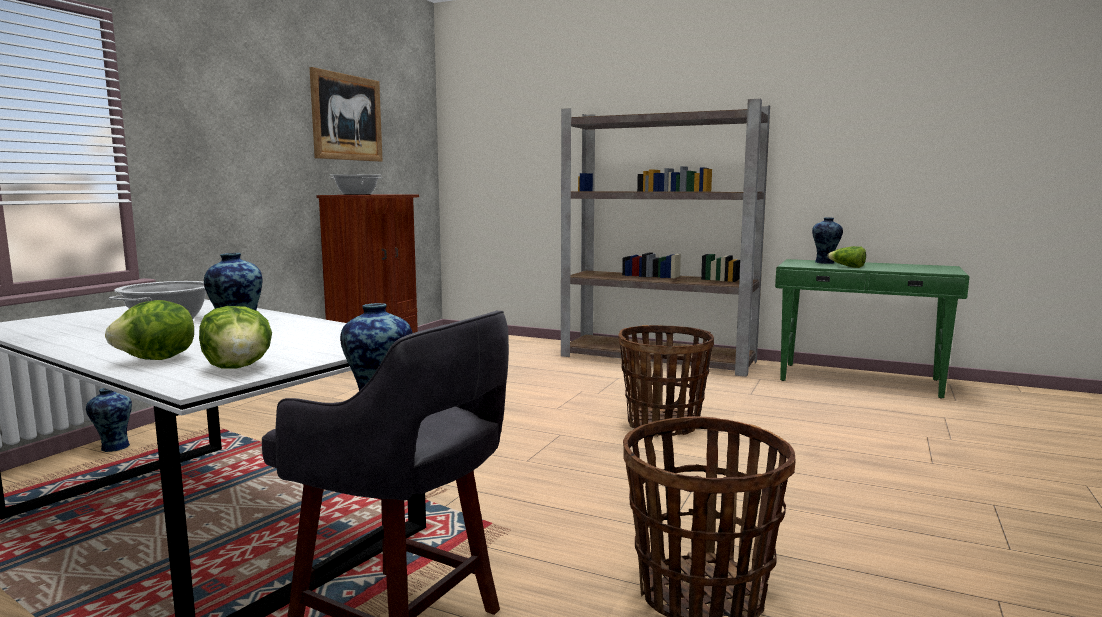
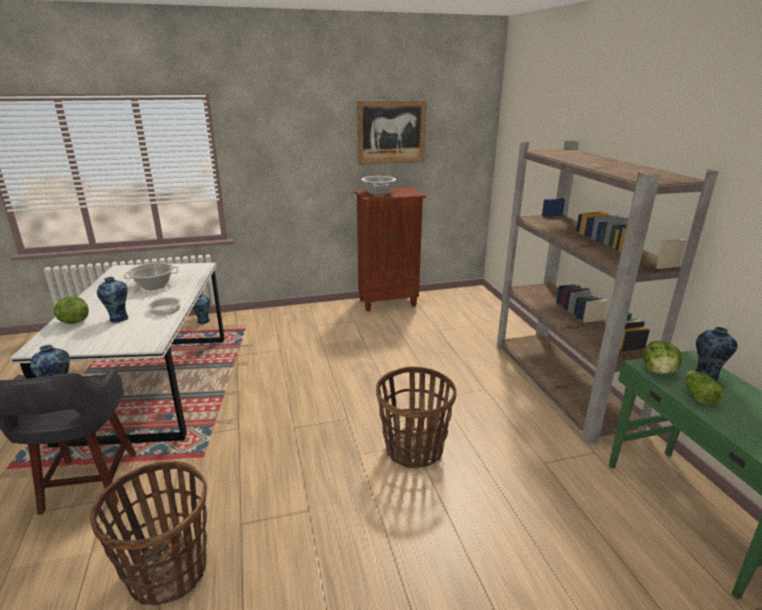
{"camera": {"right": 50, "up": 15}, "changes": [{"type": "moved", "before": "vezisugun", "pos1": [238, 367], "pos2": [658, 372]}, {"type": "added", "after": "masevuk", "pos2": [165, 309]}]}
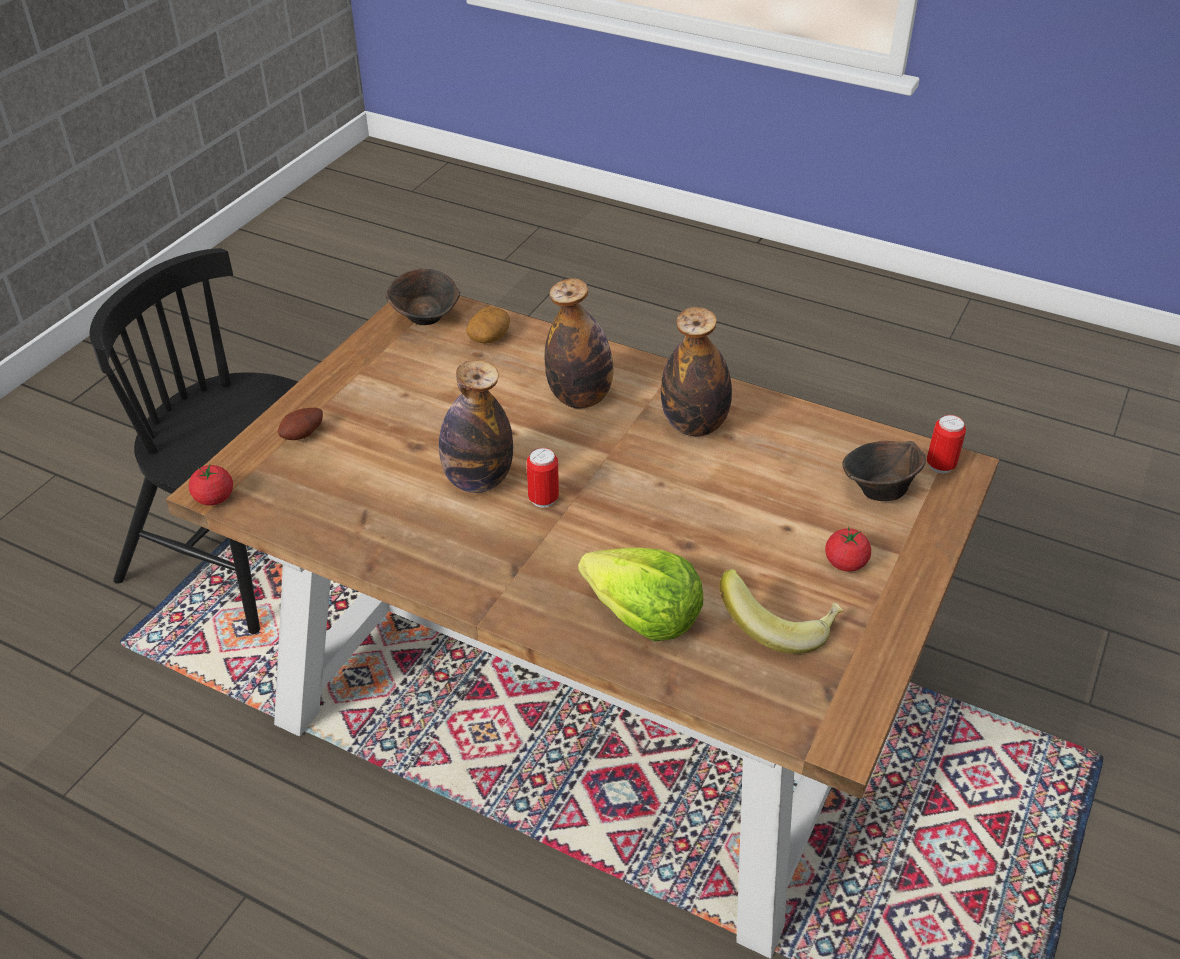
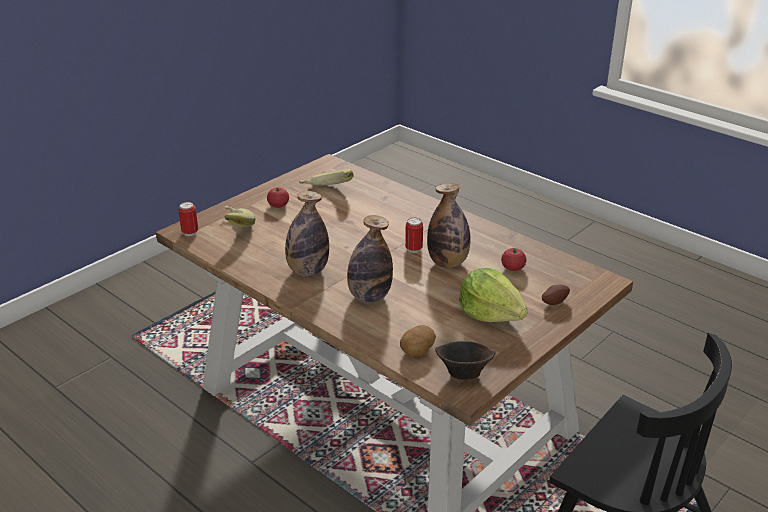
{"camera": {"right": -165, "up": -10}, "changes": [{"type": "replaced", "before": "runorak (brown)", "after": "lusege", "pos1": [878, 490], "pos2": [234, 228]}, {"type": "moved", "before": "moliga", "pos1": [214, 498], "pos2": [513, 268]}, {"type": "moved", "before": "vezisugun", "pos1": [643, 616], "pos2": [490, 313]}]}
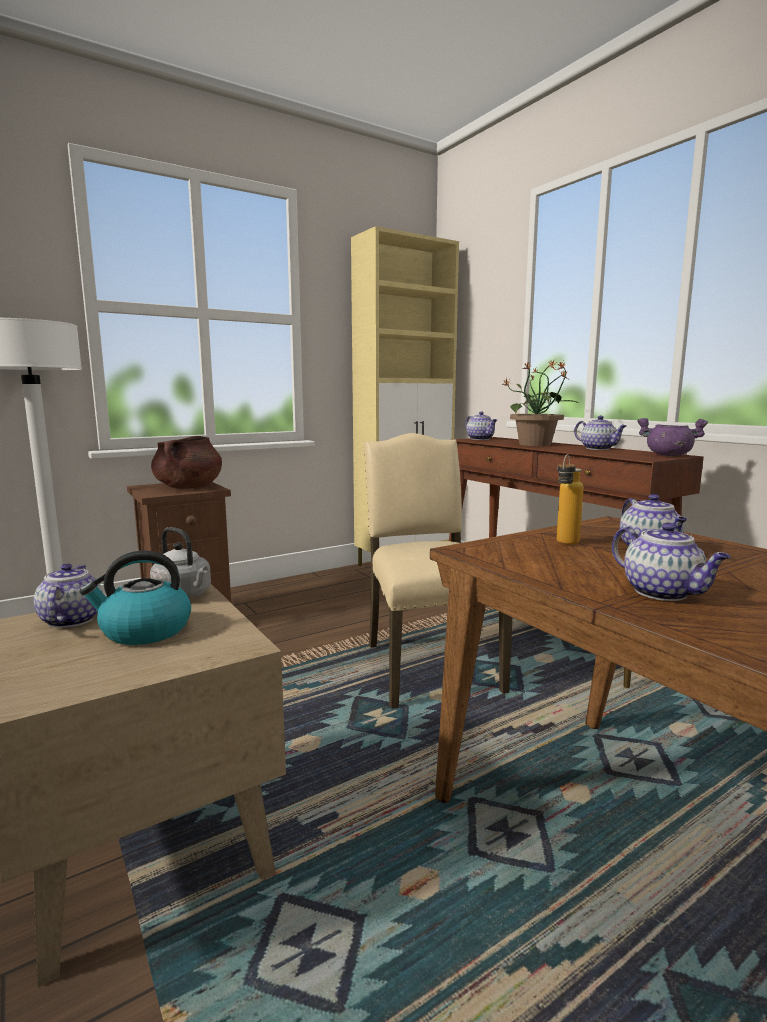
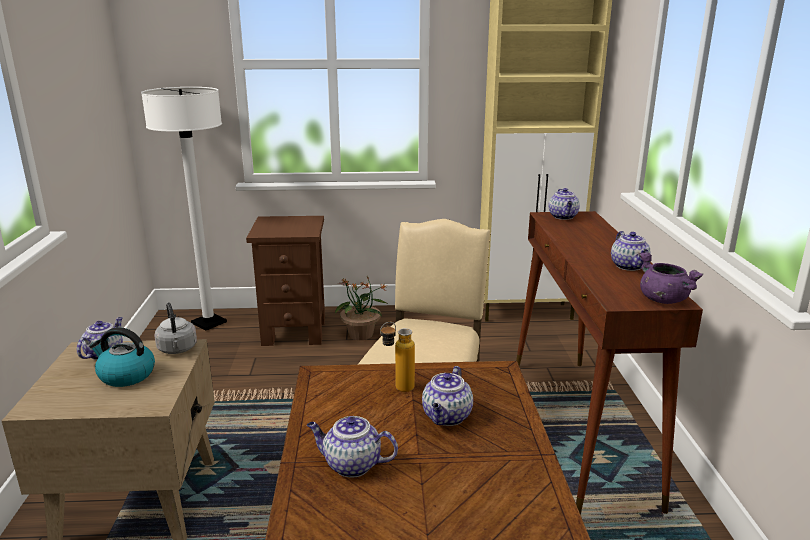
{"camera": {"right": 30, "up": 10}, "changes": [{"type": "moved", "before": "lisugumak", "pos1": [536, 444], "pos2": [361, 335]}, {"type": "removed", "before": "masevuk (brown)", "pos1": [188, 487]}, {"type": "turned", "before": "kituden", "pos1": [663, 593], "pos2": [351, 465], "turn": 105}]}
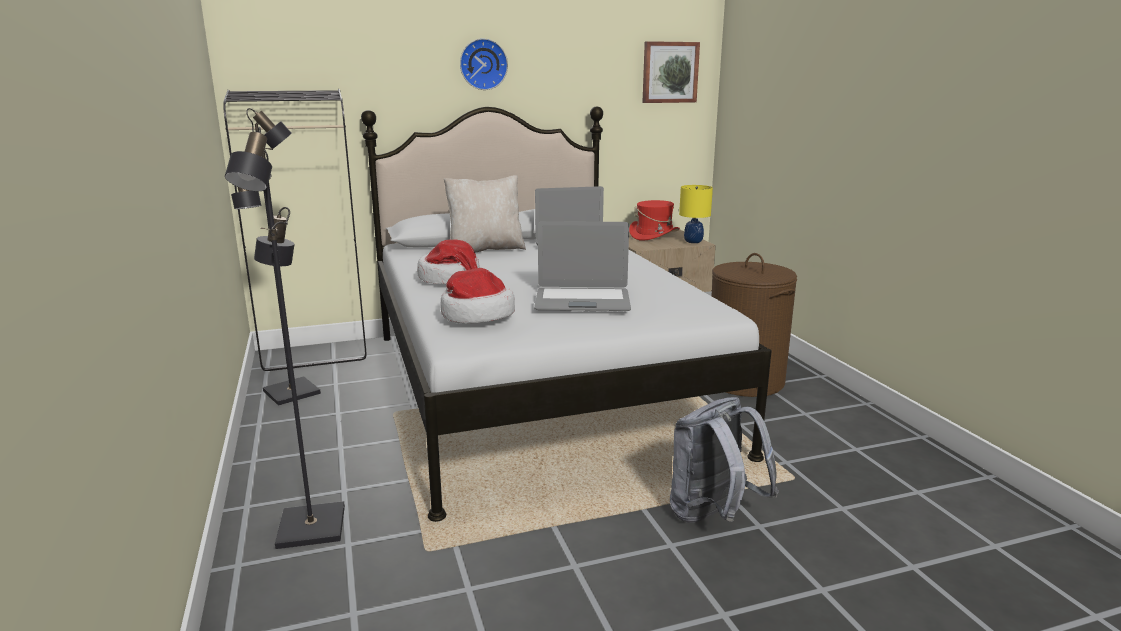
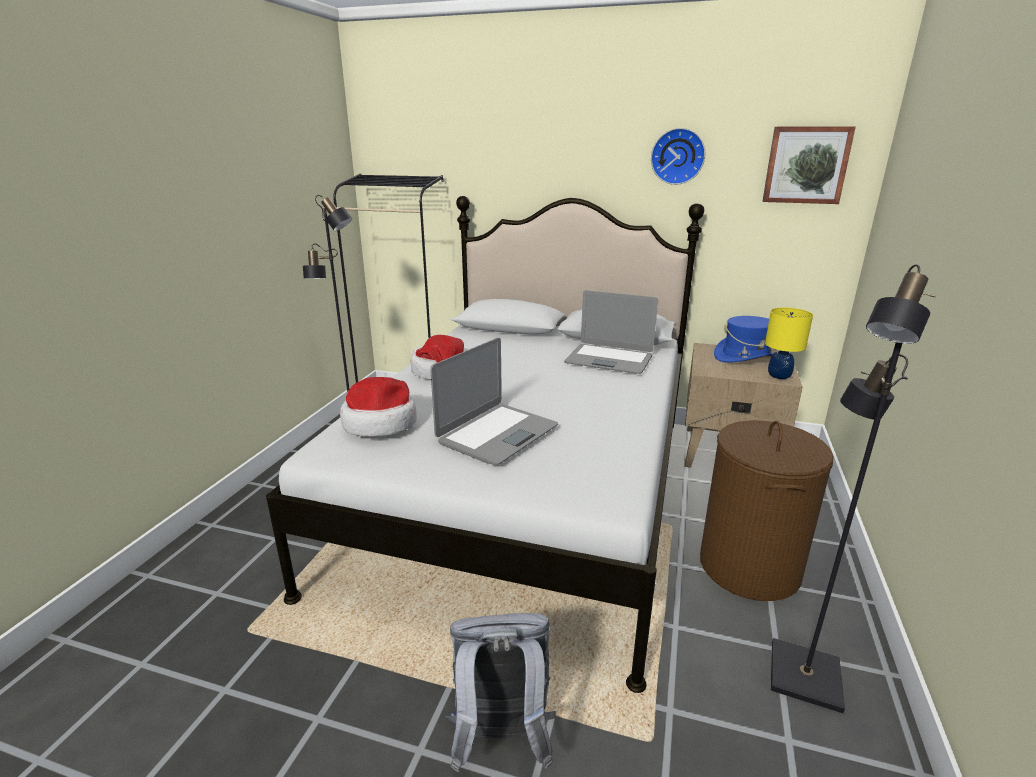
{"camera": {"right": 35, "up": 5}, "changes": [{"type": "moved", "before": "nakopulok", "pos1": [483, 64], "pos2": [677, 156]}, {"type": "moved", "before": "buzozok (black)", "pos1": [312, 526], "pos2": [805, 675]}, {"type": "removed", "before": "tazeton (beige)", "pos1": [485, 249]}, {"type": "recoloured", "before": "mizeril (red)", "after": "mizeril (blue)", "pos1": [654, 235], "pos2": [745, 357]}, {"type": "turned", "before": "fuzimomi", "pos1": [582, 301], "pos2": [497, 434], "turn": -90}]}
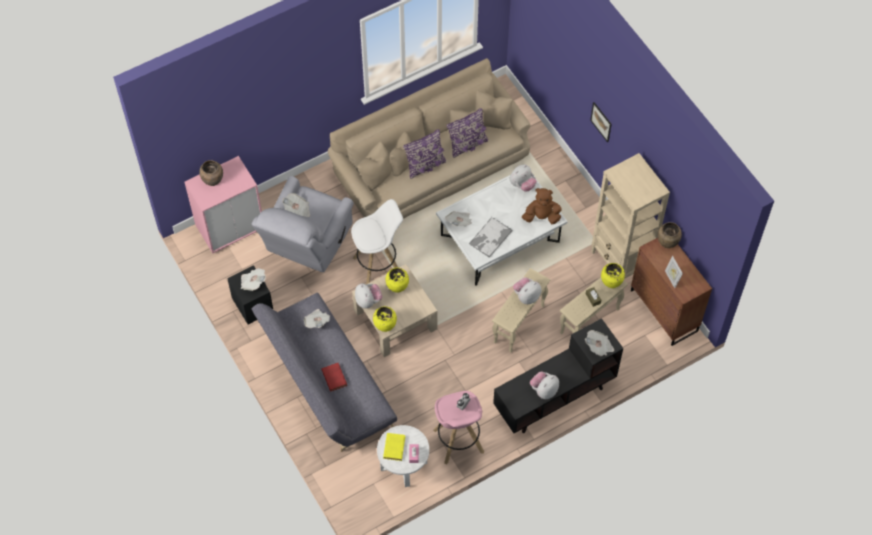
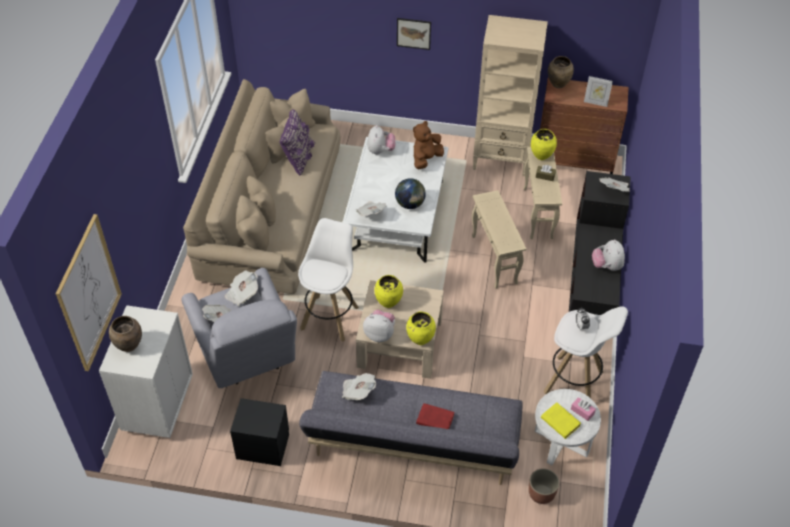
{"camera": {"right": -50, "up": -10}, "changes": [{"type": "removed", "before": "tazeton (purple)", "pos1": [425, 166]}, {"type": "recoloured", "before": "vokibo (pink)", "after": "vokibo (white)", "pos1": [231, 228], "pos2": [158, 404]}, {"type": "replaced", "before": "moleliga", "after": "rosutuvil", "pos1": [490, 238], "pos2": [410, 204]}, {"type": "moved", "before": "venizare", "pos1": [253, 283], "pos2": [242, 294]}, {"type": "removed", "before": "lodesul", "pos1": [526, 296]}, {"type": "recoloured", "before": "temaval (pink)", "after": "temaval (white)", "pos1": [458, 442], "pos2": [575, 383]}, {"type": "added", "after": "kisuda", "pos2": [89, 293]}, {"type": "added", "after": "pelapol", "pos2": [541, 493]}]}
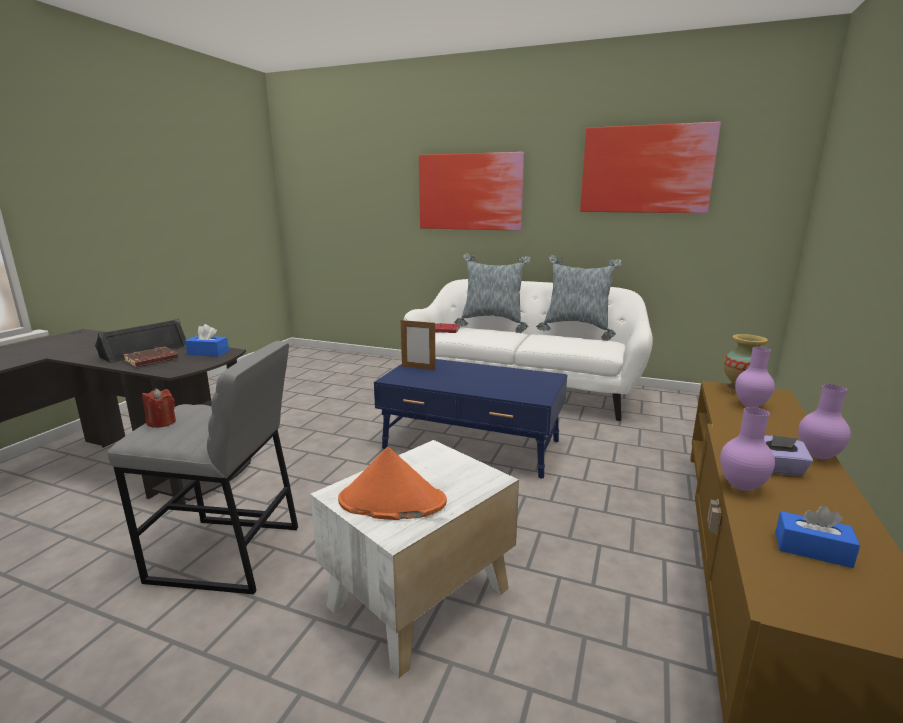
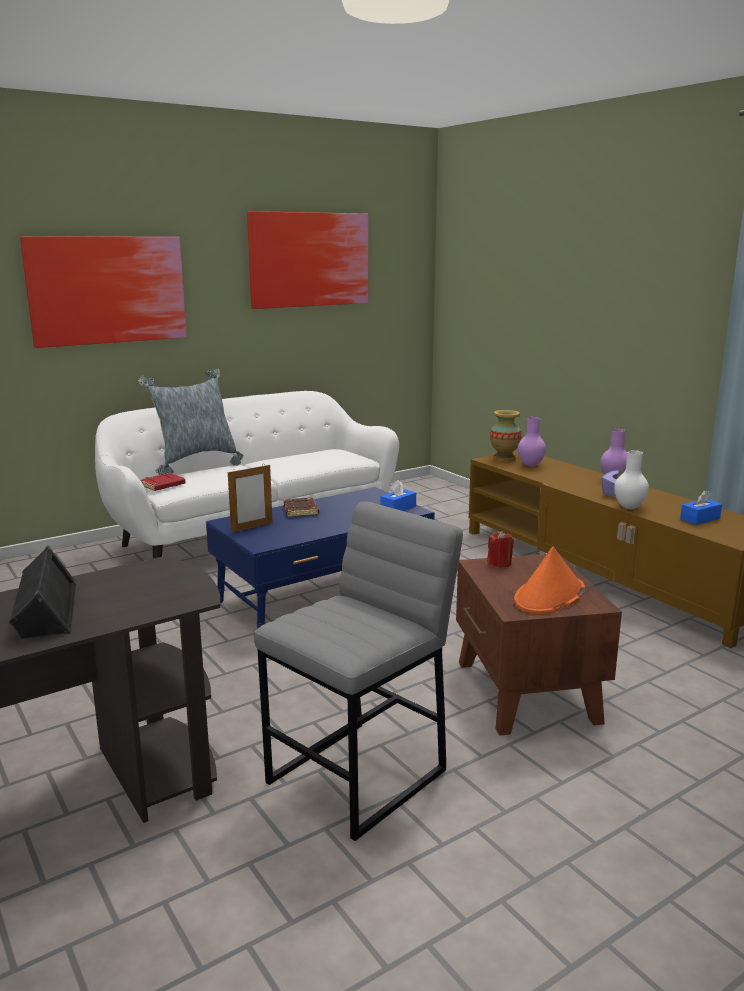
{"camera": {"right": -55, "up": 0}, "changes": [{"type": "removed", "before": "tazeton", "pos1": [576, 334]}, {"type": "moved", "before": "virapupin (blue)", "pos1": [208, 353], "pos2": [398, 508]}, {"type": "moved", "before": "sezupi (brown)", "pos1": [151, 361], "pos2": [301, 511]}, {"type": "moved", "before": "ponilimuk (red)", "pos1": [162, 422], "pos2": [499, 563]}, {"type": "recoloured", "before": "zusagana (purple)", "after": "zusagana (white)", "pos1": [742, 486], "pos2": [629, 507]}, {"type": "recoloured", "before": "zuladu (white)", "after": "zuladu (brown)", "pos1": [417, 597], "pos2": [526, 692]}]}
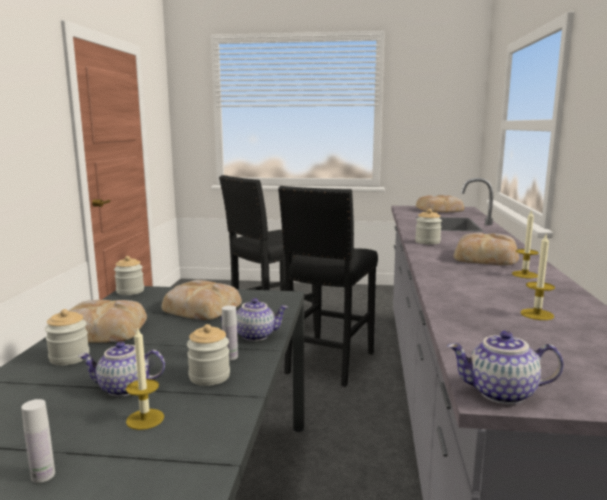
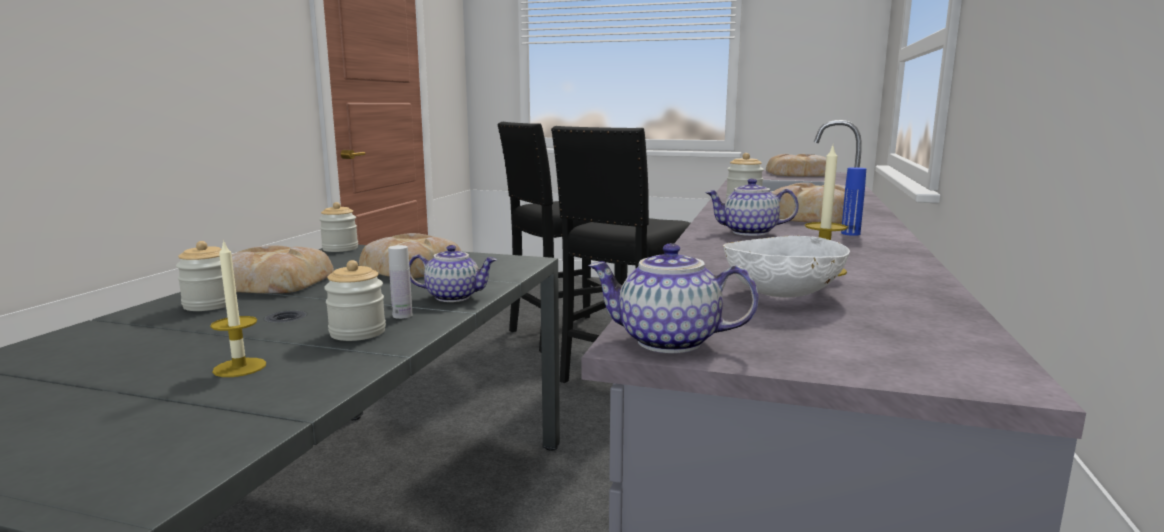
{"camera": {"right": 10, "up": 0}, "changes": [{"type": "replaced", "before": "ponilimuk", "after": "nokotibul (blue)", "pos1": [524, 274], "pos2": [850, 233]}, {"type": "moved", "before": "kituden", "pos1": [123, 389], "pos2": [749, 232]}, {"type": "removed", "before": "nokotibul (white)", "pos1": [43, 475]}, {"type": "added", "after": "runorak (white)", "pos2": [782, 293]}]}
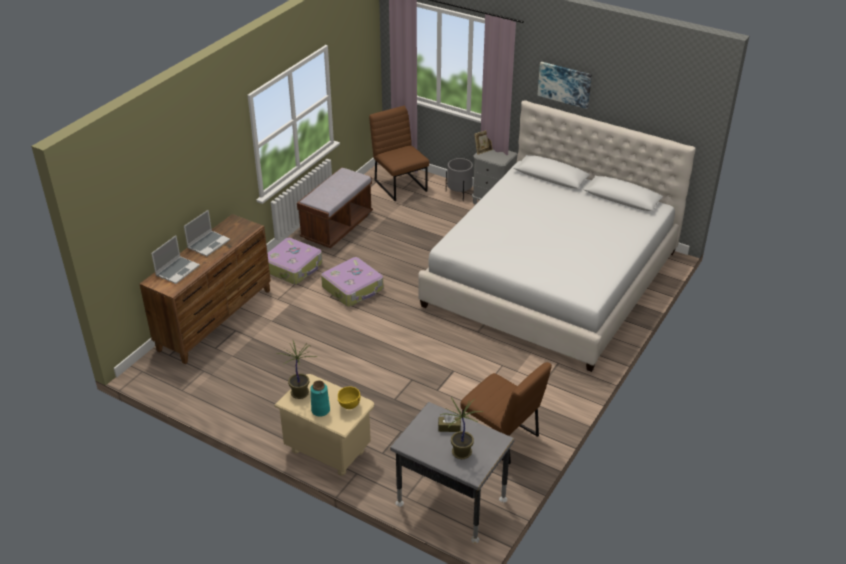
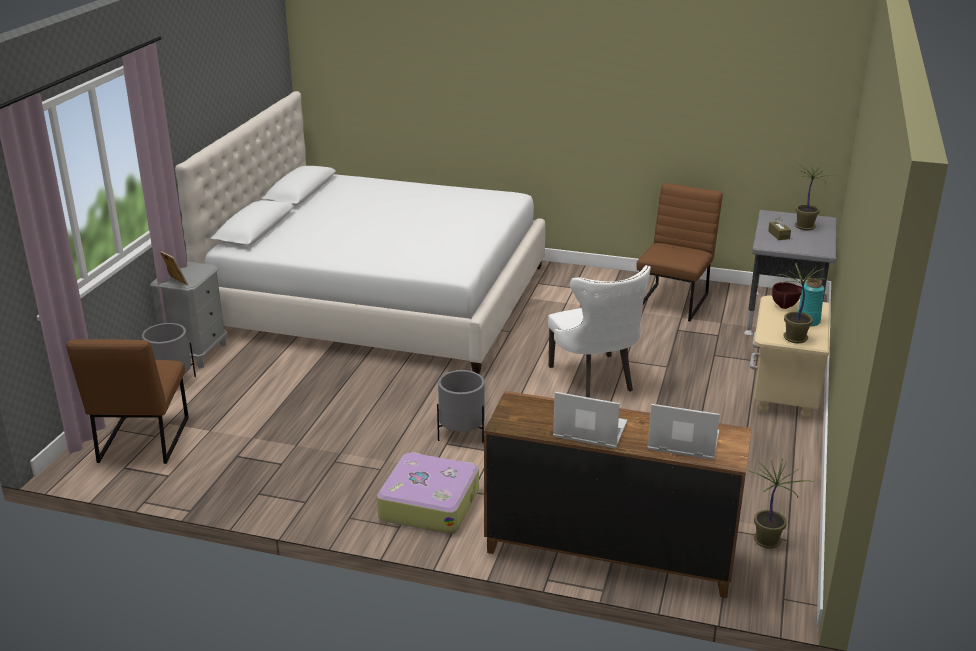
{"camera": {"right": -105, "up": -10}, "changes": [{"type": "removed", "before": "kisuda", "pos1": [565, 84]}, {"type": "turned", "before": "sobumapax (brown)", "pos1": [400, 184], "pos2": [142, 441], "turn": -45}, {"type": "removed", "before": "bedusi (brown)", "pos1": [337, 227]}, {"type": "replaced", "before": "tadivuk", "after": "pelapol (grey)", "pos1": [353, 288], "pos2": [462, 434]}, {"type": "recoloured", "before": "runorak (yellow)", "after": "runorak (brown)", "pos1": [348, 407], "pos2": [786, 306]}, {"type": "added", "after": "sobumapax (white)", "pos2": [595, 379]}, {"type": "added", "after": "lisugumak", "pos2": [768, 541]}]}
